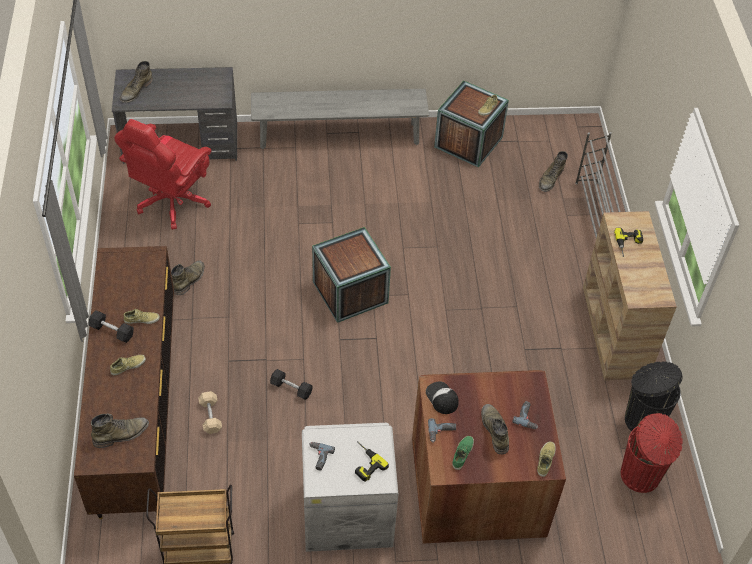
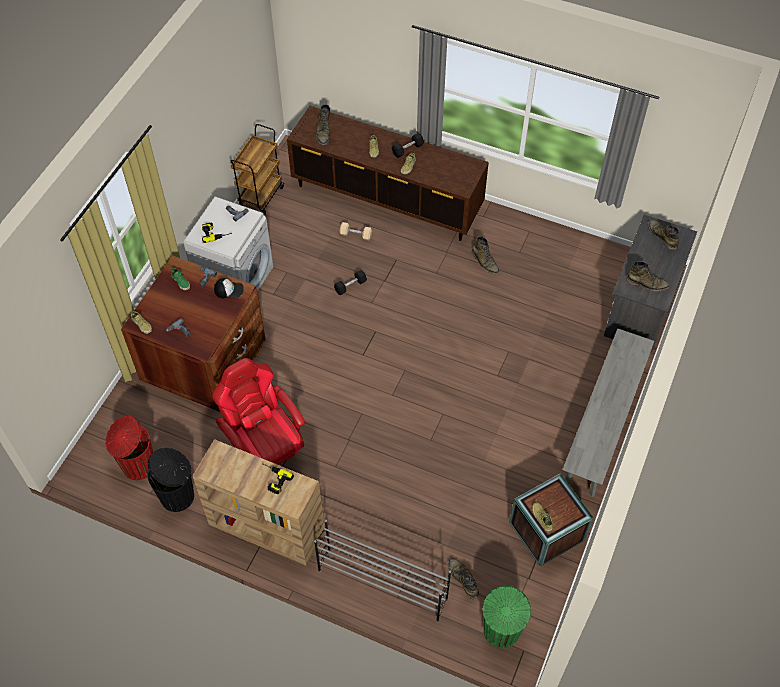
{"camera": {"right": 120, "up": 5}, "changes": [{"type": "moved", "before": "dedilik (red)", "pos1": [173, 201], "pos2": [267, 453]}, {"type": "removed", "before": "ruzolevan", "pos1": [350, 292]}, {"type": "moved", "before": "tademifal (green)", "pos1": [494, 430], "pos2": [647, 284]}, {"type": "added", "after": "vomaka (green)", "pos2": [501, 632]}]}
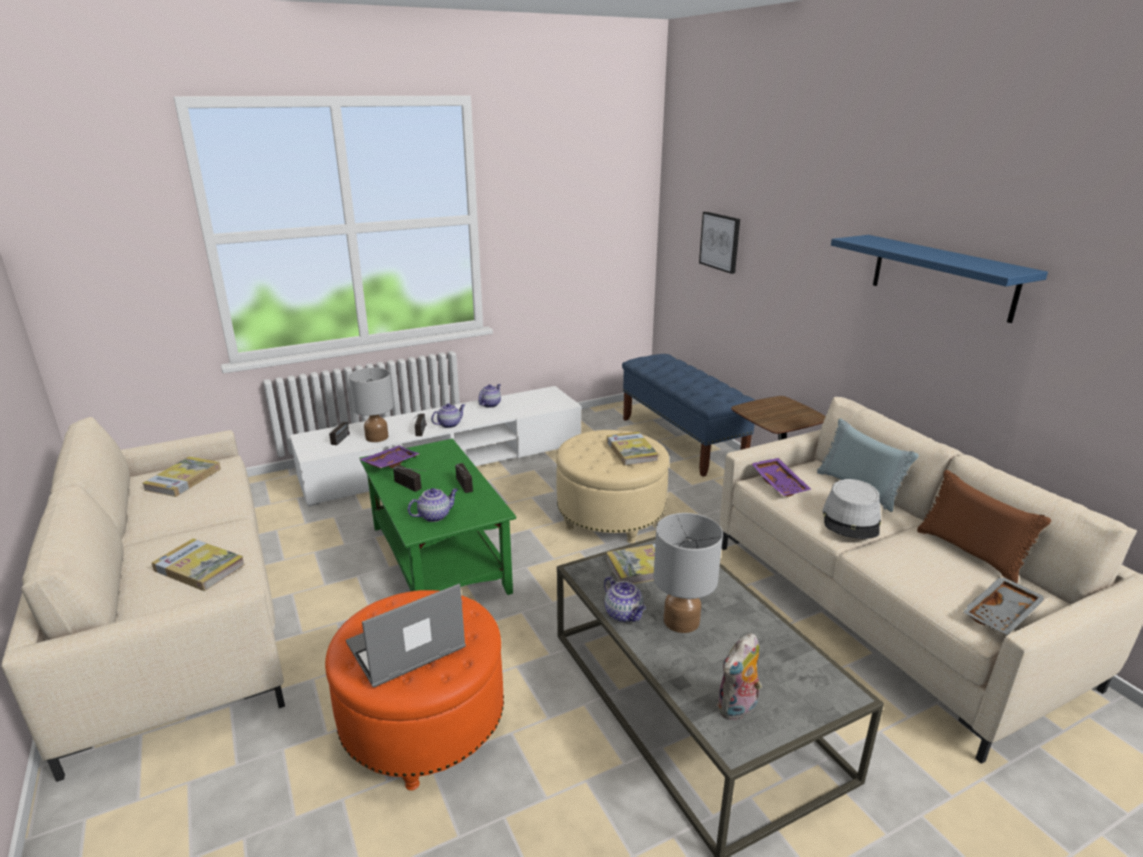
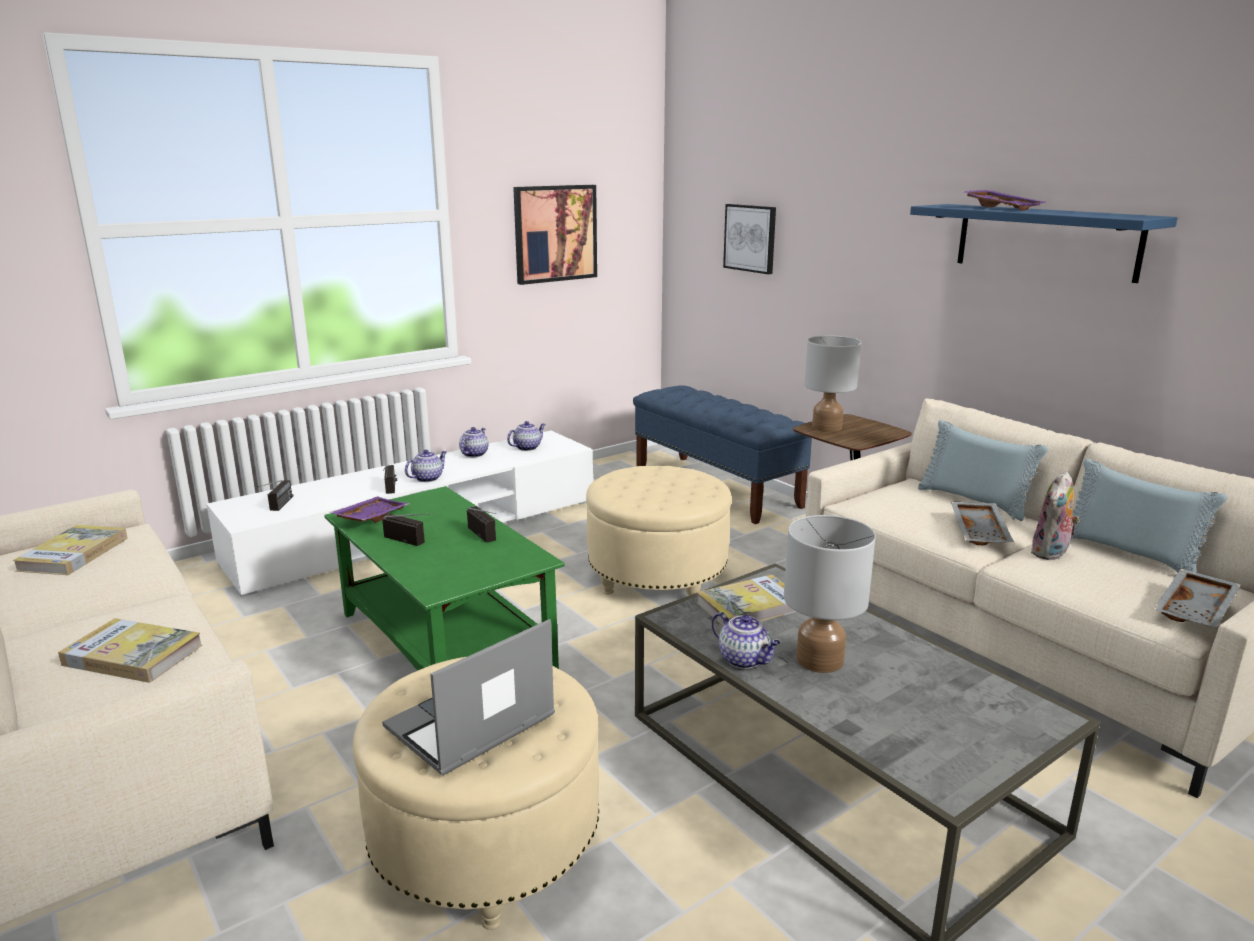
{"camera": {"right": -10, "up": -5}, "changes": [{"type": "moved", "before": "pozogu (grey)", "pos1": [377, 437], "pos2": [827, 427]}, {"type": "removed", "before": "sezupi", "pos1": [631, 451]}, {"type": "moved", "before": "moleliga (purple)", "pos1": [780, 483], "pos2": [1002, 208]}, {"type": "recoloured", "before": "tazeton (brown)", "after": "tazeton (blue)", "pos1": [970, 553], "pos2": [1129, 554]}, {"type": "replaced", "before": "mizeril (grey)", "after": "moleliga (grey)", "pos1": [851, 519], "pos2": [981, 532]}, {"type": "moved", "before": "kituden", "pos1": [435, 516], "pos2": [527, 447]}, {"type": "recoloured", "before": "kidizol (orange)", "after": "kidizol (beige)", "pos1": [424, 725], "pos2": [485, 845]}, {"type": "moved", "before": "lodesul", "pos1": [738, 709], "pos2": [1051, 553]}, {"type": "added", "after": "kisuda", "pos2": [555, 233]}]}
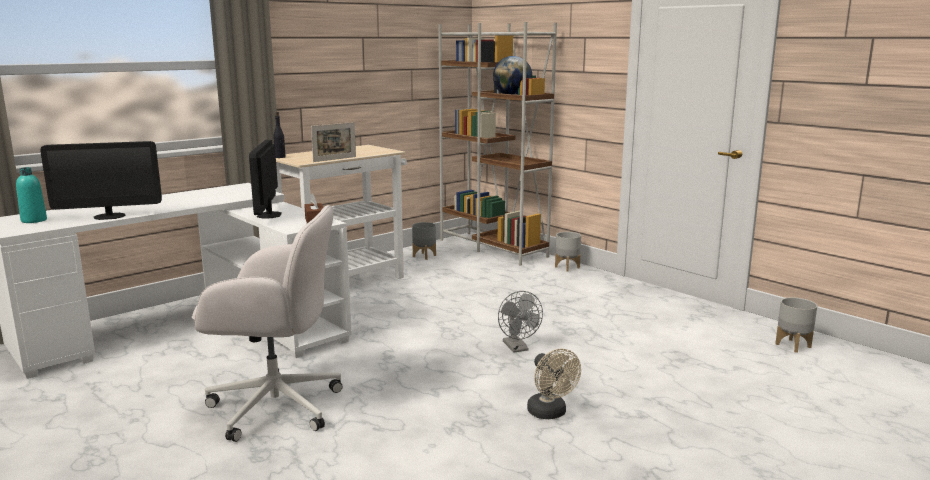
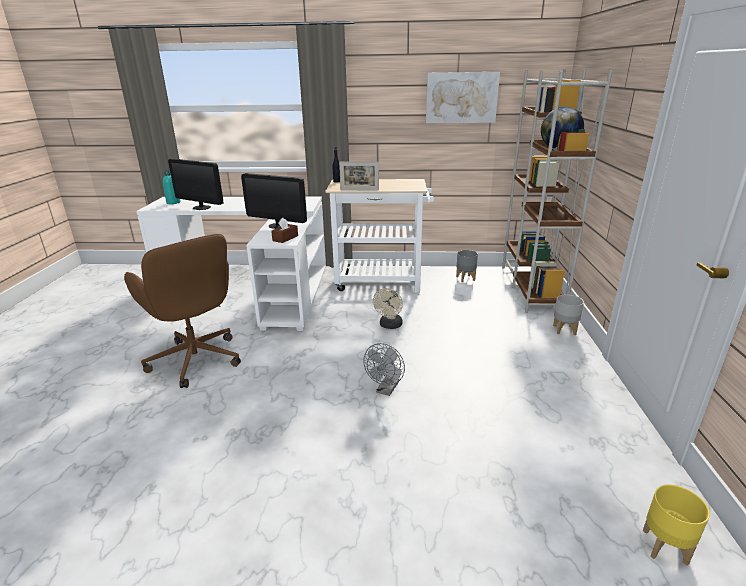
{"camera": {"right": 45, "up": 10}, "changes": [{"type": "turned", "before": "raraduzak", "pos1": [269, 215], "pos2": [278, 226], "turn": -105}, {"type": "recoloured", "before": "dedilik (white)", "after": "dedilik (brown)", "pos1": [275, 407], "pos2": [195, 360]}, {"type": "recoloured", "before": "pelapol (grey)", "after": "pelapol (yellow)", "pos1": [793, 345], "pos2": [665, 546]}, {"type": "moved", "before": "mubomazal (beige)", "pos1": [550, 413], "pos2": [390, 326]}, {"type": "added", "after": "kisuda", "pos2": [461, 97]}]}
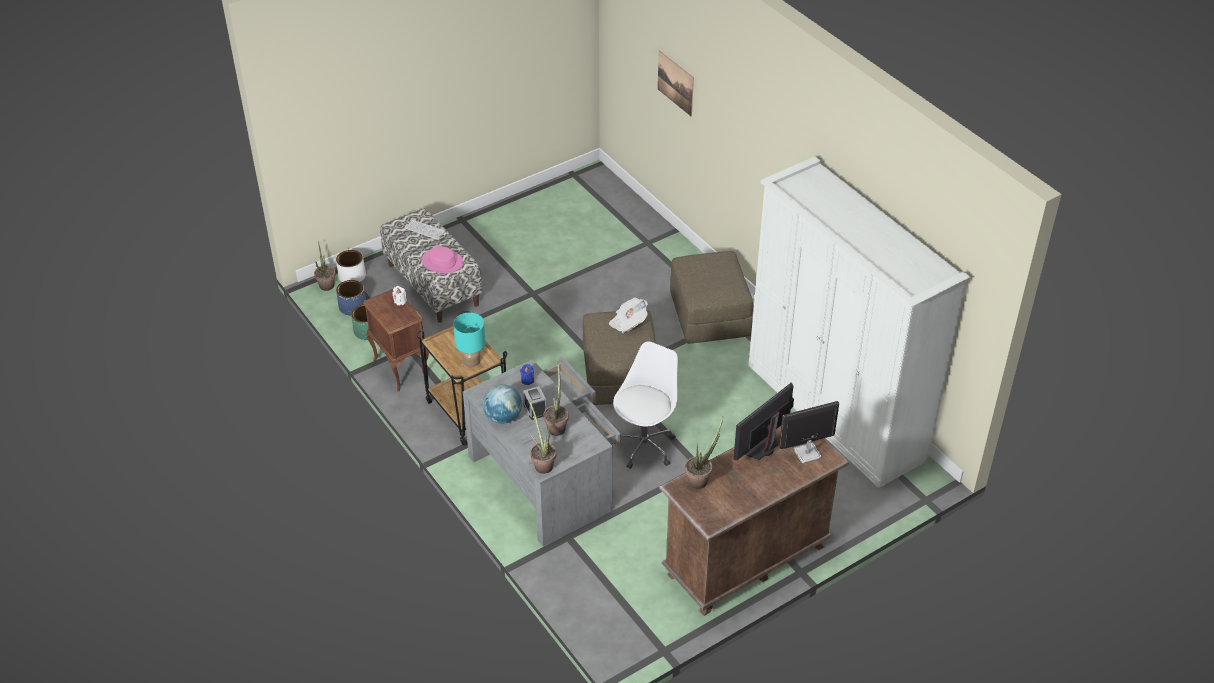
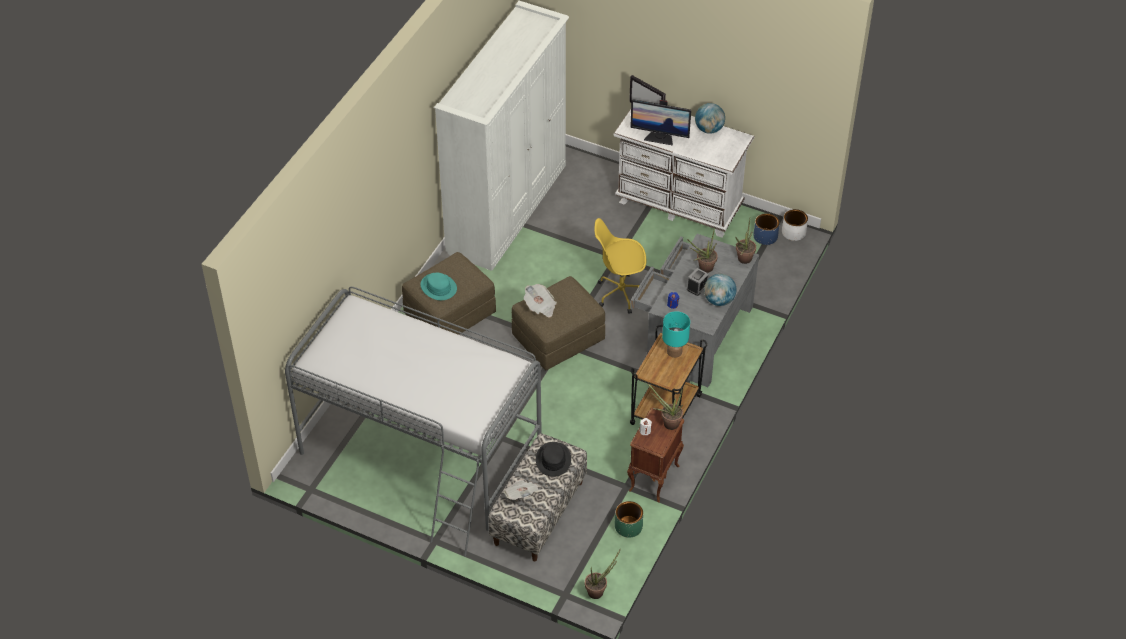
{"camera": {"right": -120, "up": 5}, "changes": [{"type": "removed", "before": "kisuda", "pos1": [675, 83]}, {"type": "replaced", "before": "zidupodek", "after": "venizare", "pos1": [425, 230], "pos2": [521, 495]}, {"type": "recoloured", "before": "mizeril (pink)", "after": "mizeril (black)", "pos1": [442, 261], "pos2": [553, 460]}, {"type": "moved", "before": "pelapol (white)", "pos1": [352, 276], "pos2": [793, 232]}, {"type": "moved", "before": "pelapol (blue)", "pos1": [352, 307], "pos2": [765, 237]}, {"type": "recoloured", "before": "dedilik (white)", "after": "dedilik (yellow)", "pos1": [645, 446], "pos2": [619, 294]}, {"type": "moved", "before": "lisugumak", "pos1": [701, 479], "pos2": [667, 423]}, {"type": "recoloured", "before": "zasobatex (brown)", "after": "zasobatex (white)", "pos1": [746, 560], "pos2": [679, 205]}, {"type": "added", "after": "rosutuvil", "pos2": [709, 129]}, {"type": "added", "after": "mizeril (turquoise)", "pos2": [438, 287]}, {"type": "added", "after": "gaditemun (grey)", "pos2": [422, 452]}]}
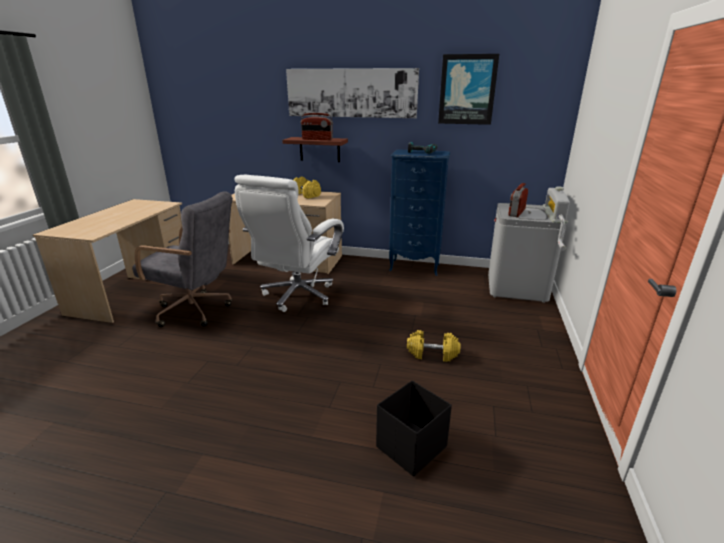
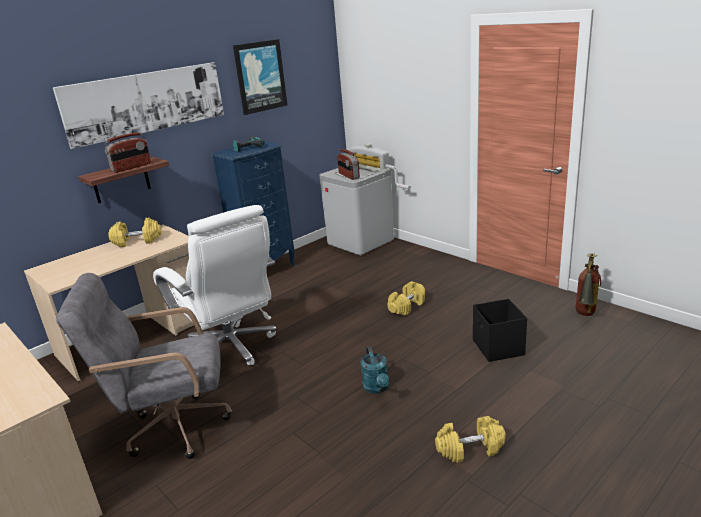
{"camera": {"right": -55, "up": 0}, "changes": [{"type": "turned", "before": "dedilik (grey)", "pos1": [197, 312], "pos2": [172, 429], "turn": -150}, {"type": "added", "after": "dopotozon", "pos2": [584, 316]}, {"type": "added", "after": "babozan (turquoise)", "pos2": [377, 388]}, {"type": "added", "after": "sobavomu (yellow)", "pos2": [470, 449]}]}
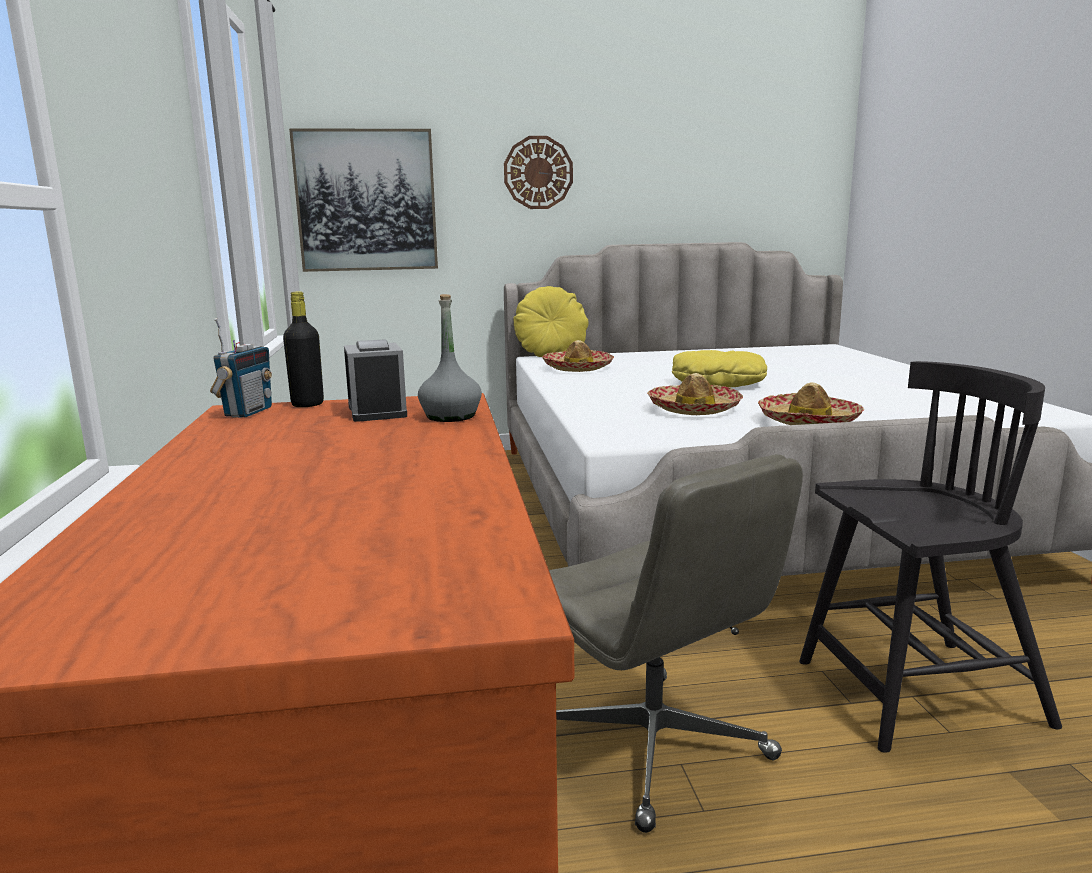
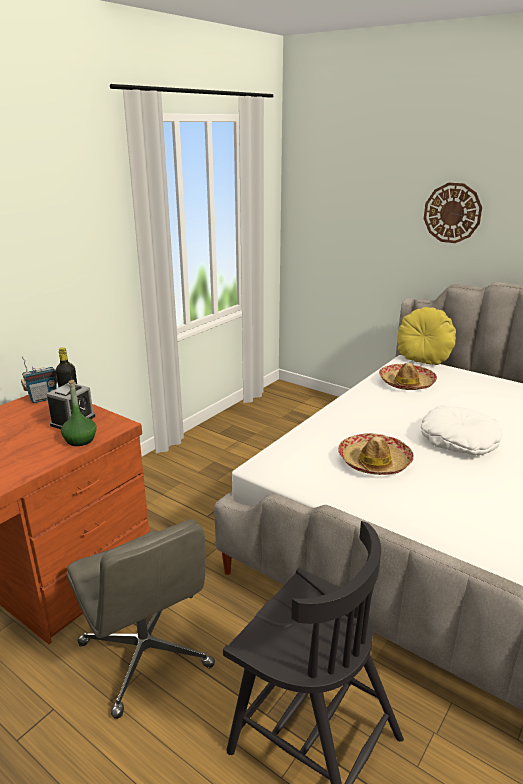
{"camera": {"right": 45, "up": 10}, "changes": [{"type": "removed", "before": "kisuda", "pos1": [366, 201]}, {"type": "recoloured", "before": "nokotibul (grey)", "after": "nokotibul (green)", "pos1": [451, 416], "pos2": [80, 440]}, {"type": "recoloured", "before": "tazeton (yellow)", "after": "tazeton (white)", "pos1": [717, 383], "pos2": [460, 440]}, {"type": "removed", "before": "mizeril", "pos1": [808, 421]}, {"type": "turned", "before": "dedilik (grey)", "pos1": [655, 747], "pos2": [146, 656], "turn": -45}]}
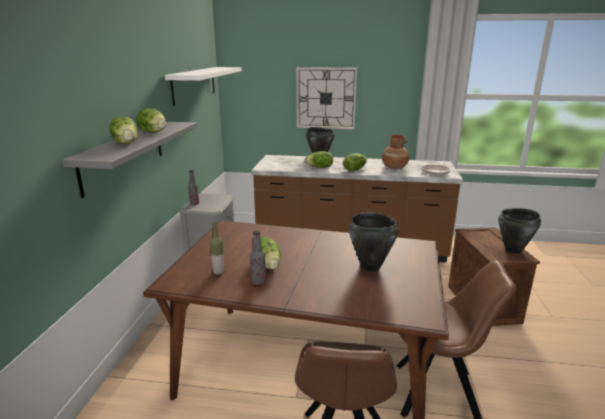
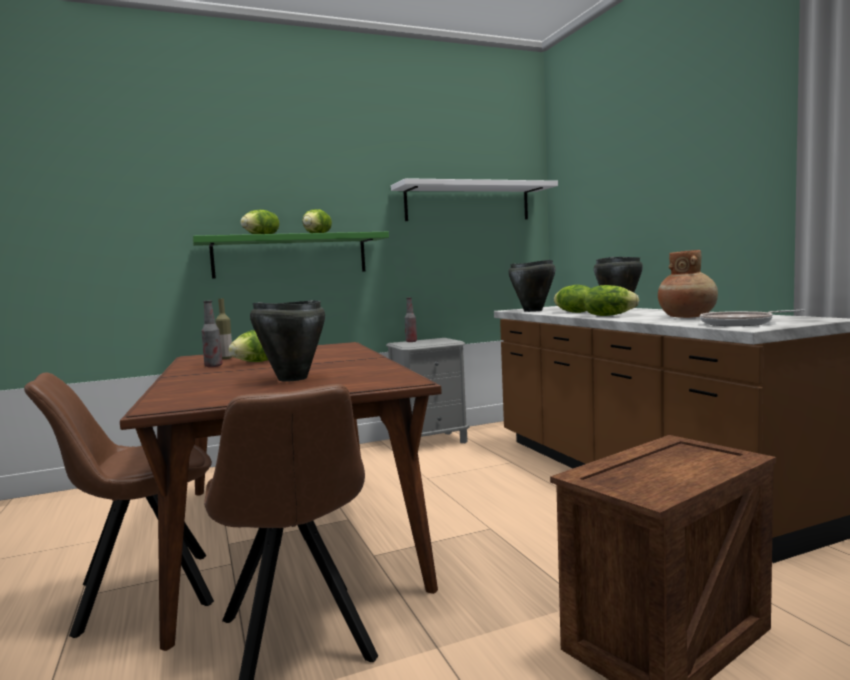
{"camera": {"right": 60, "up": -15}, "changes": [{"type": "removed", "before": "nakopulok", "pos1": [326, 98]}, {"type": "recoloured", "before": "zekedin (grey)", "after": "zekedin (green)", "pos1": [124, 155], "pos2": [290, 256]}, {"type": "moved", "before": "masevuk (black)", "pos1": [513, 250], "pos2": [533, 310]}]}
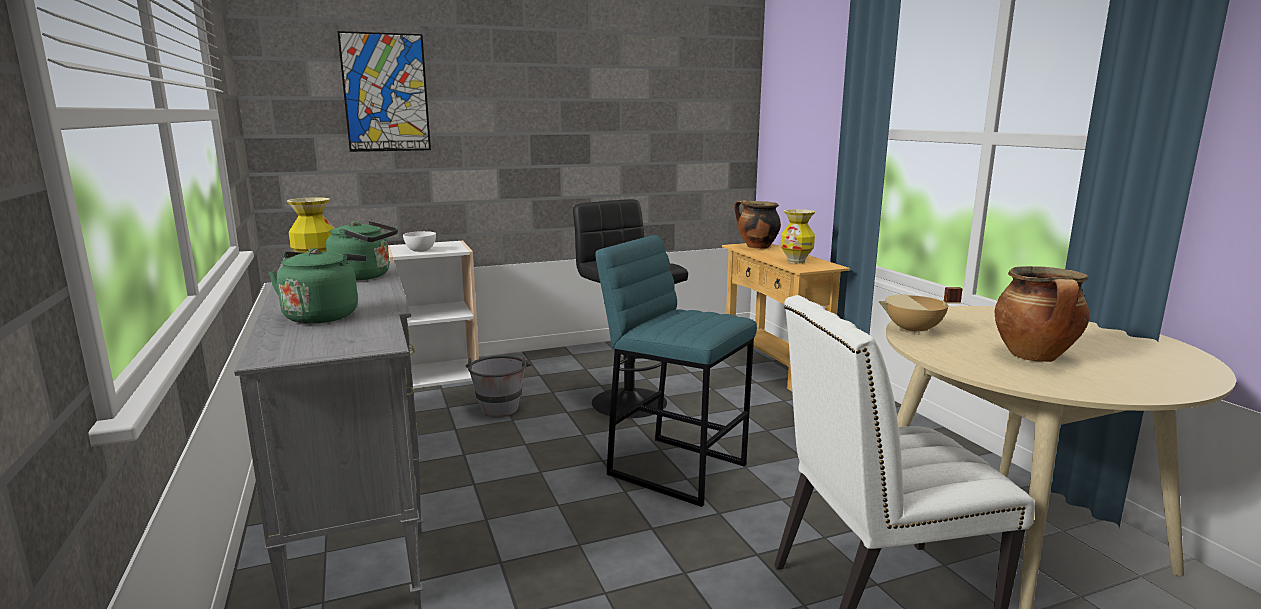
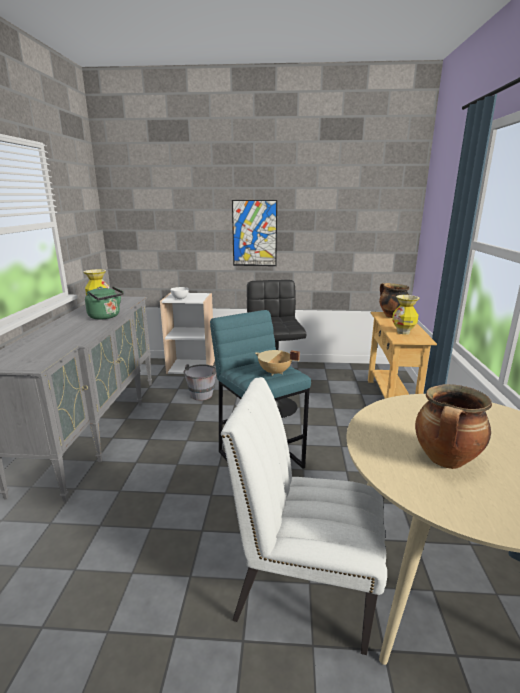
{"camera": {"right": 25, "up": 5}, "changes": [{"type": "moved", "before": "kisuda", "pos1": [385, 93], "pos2": [254, 233]}, {"type": "removed", "before": "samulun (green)", "pos1": [323, 315]}, {"type": "moved", "before": "masevuk (beige)", "pos1": [914, 331], "pos2": [274, 372]}]}
